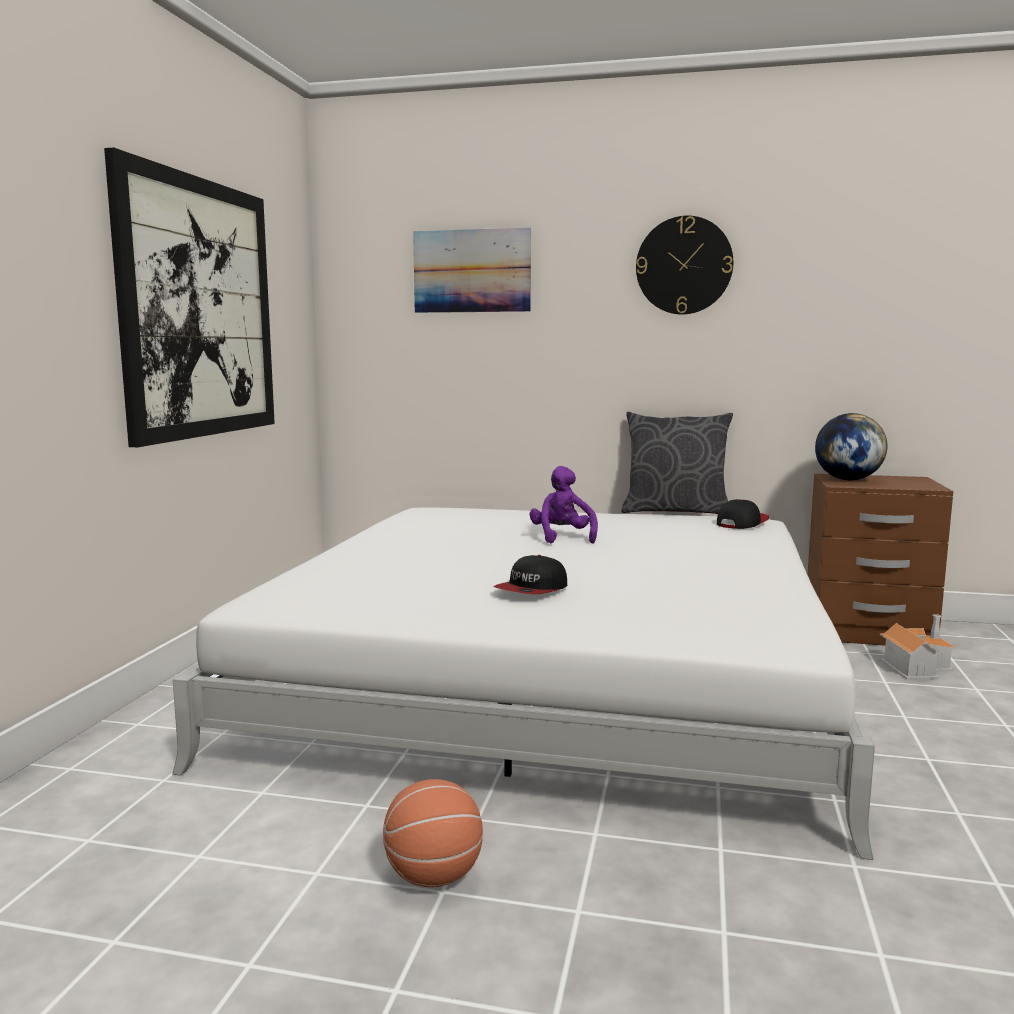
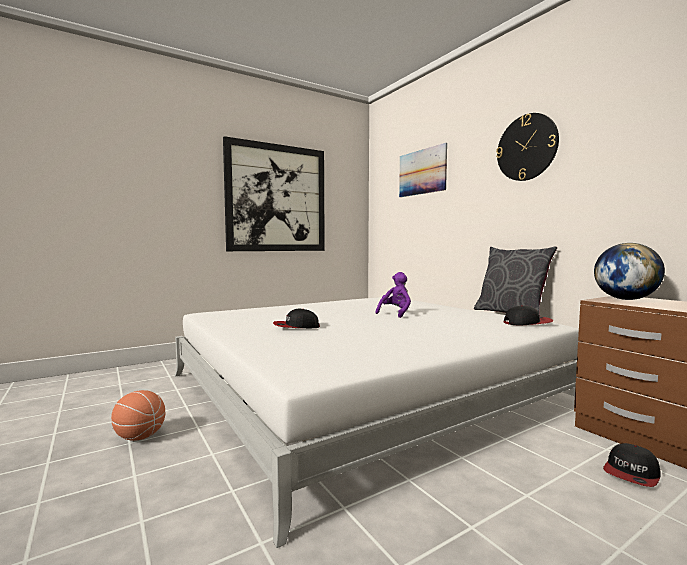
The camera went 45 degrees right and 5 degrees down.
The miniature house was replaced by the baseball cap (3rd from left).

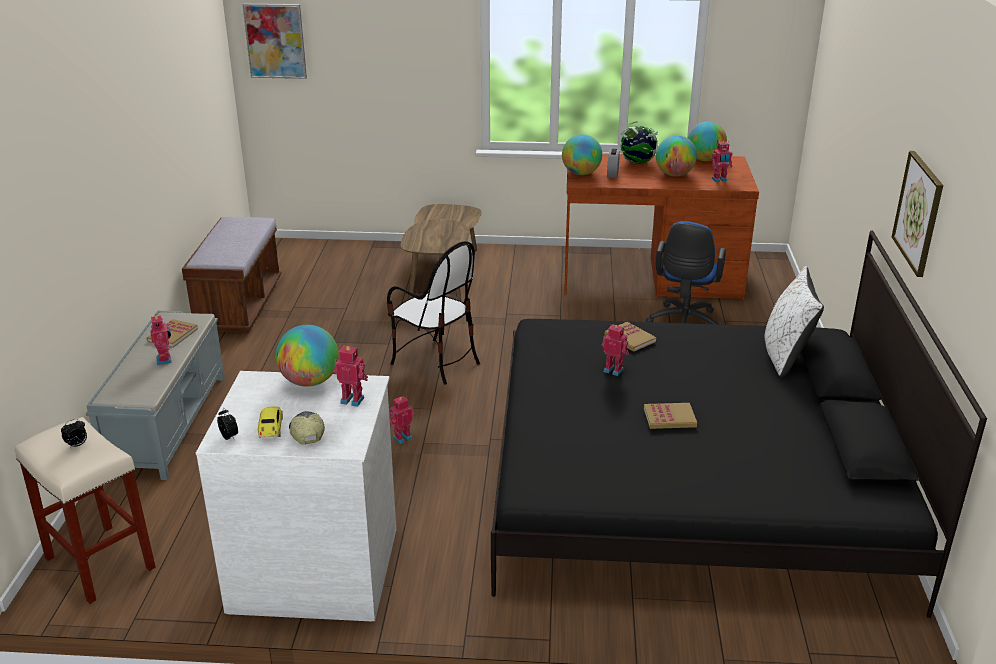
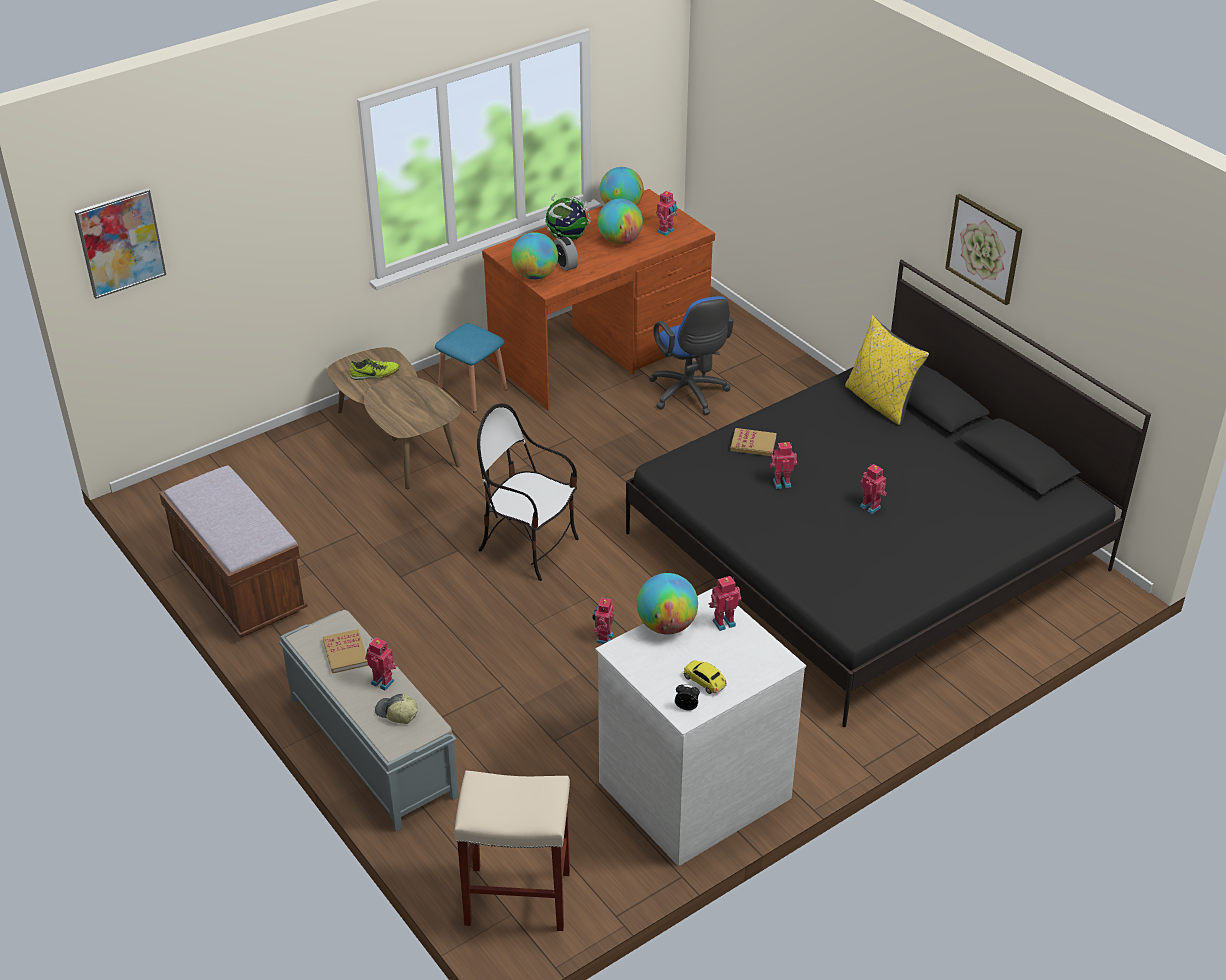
The camera went 40 degrees left and 10 degrees up.
The table clock (1st from left) disappeared.
The baseball cap moved.
The plain chair turned 150 degrees counterclockwise.
The bound book (3rd from left) was replaced by the model robot (6th from left).
The whitish pillow became the yellowish pillow.
The shoe appeared.
The blue stool seat appeared.

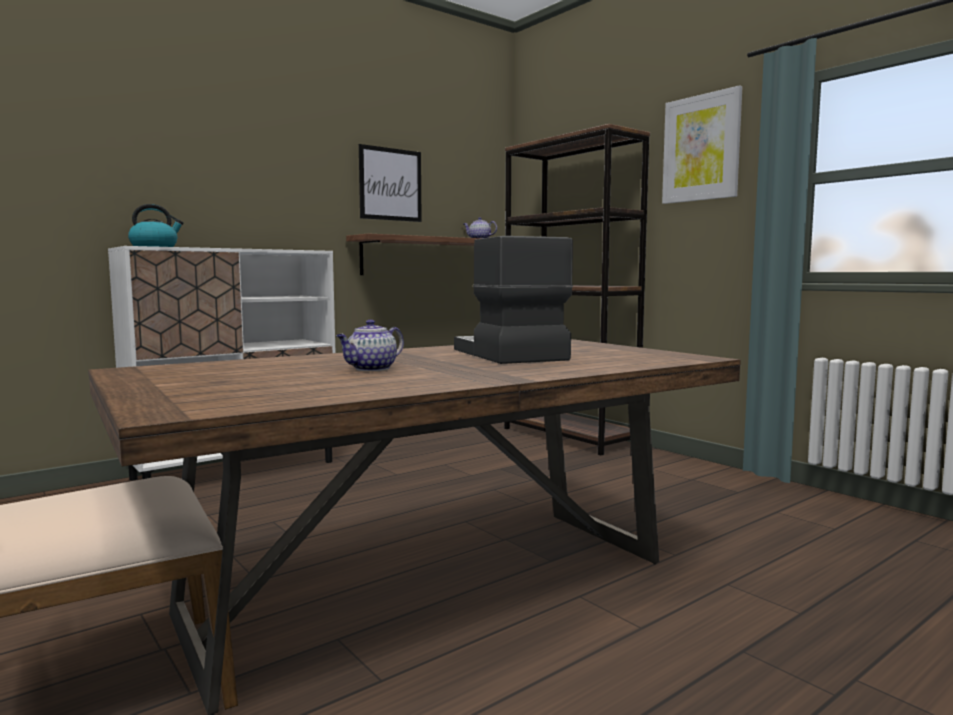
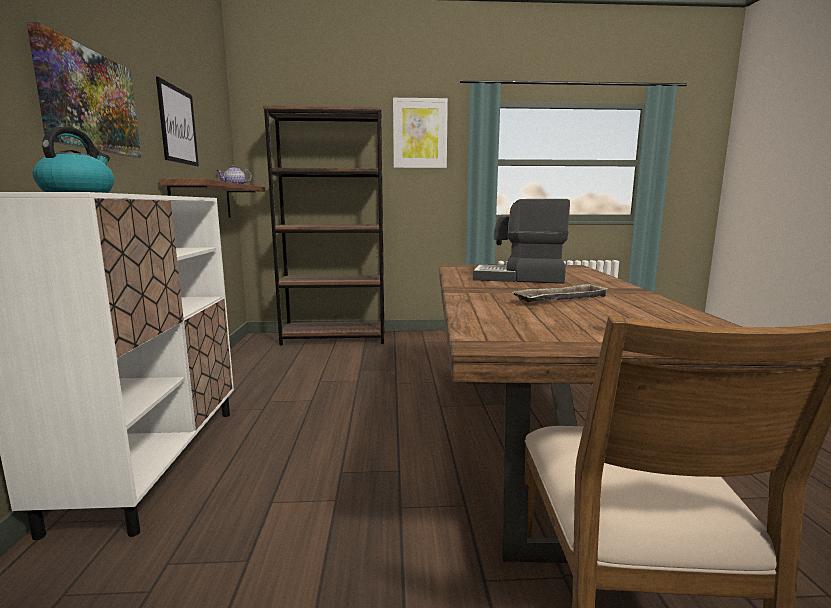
The camera went 55 degrees left and 5 degrees up.
The teapot (1st from left) was replaced by the carrying tray.
The wall picture (1st from left) appeared.

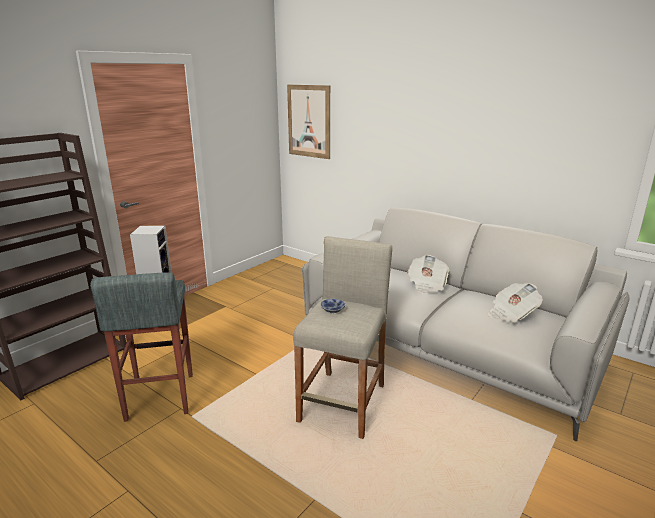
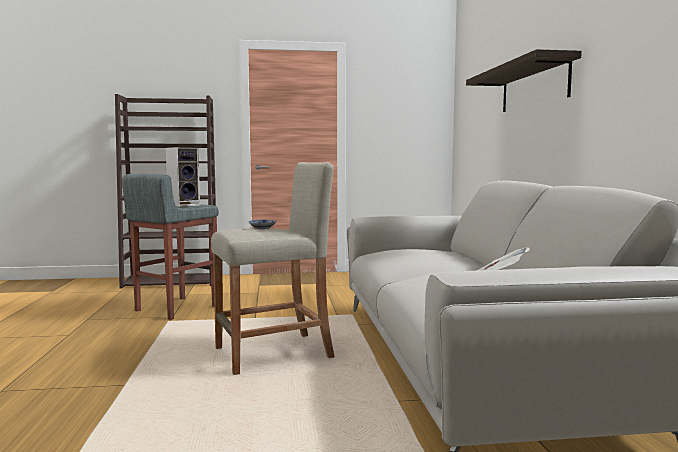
The camera went 45 degrees right and 15 degrees down.
The wall picture disappeared.
The daily paper (1st from left) disappeared.
The wall shelf appeared.

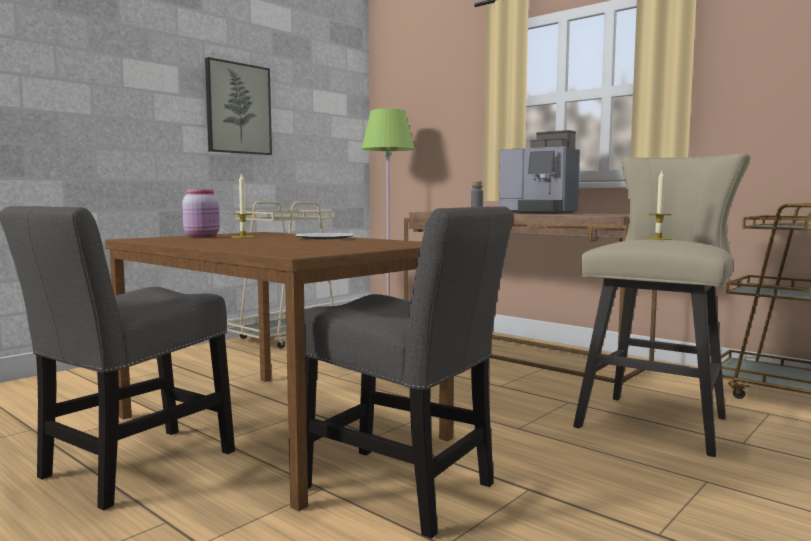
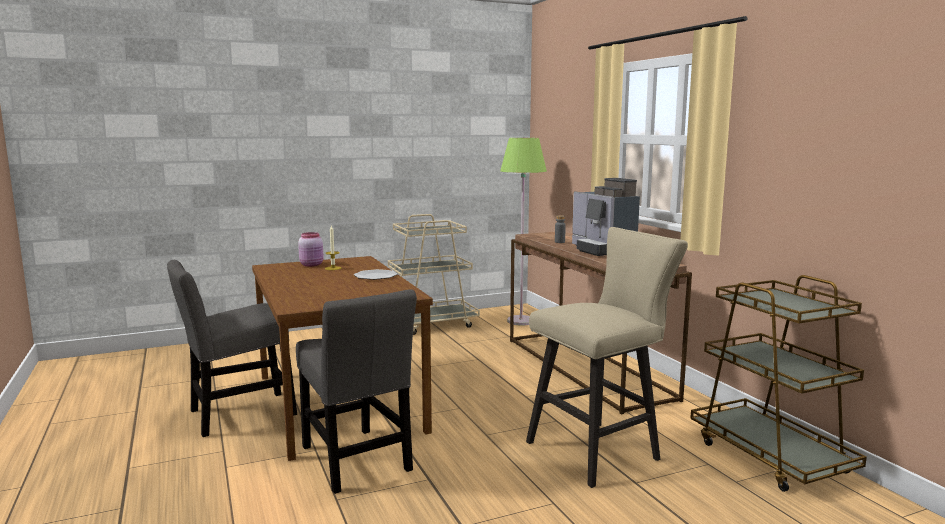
The camera went 25 degrees right and 5 degrees up.
The wall picture disappeared.
The wax candle (2nd from left) disappeared.

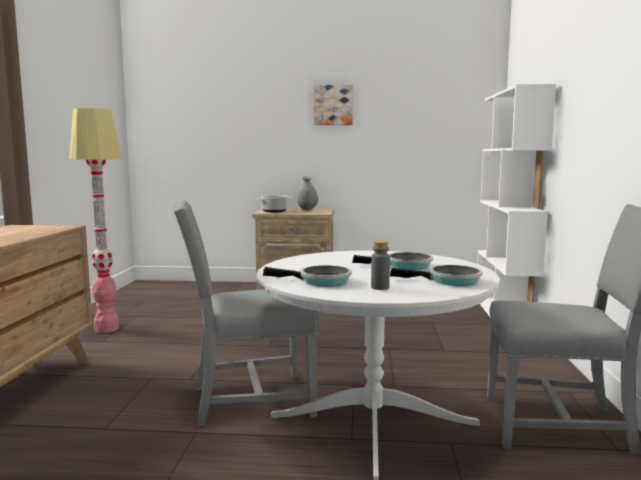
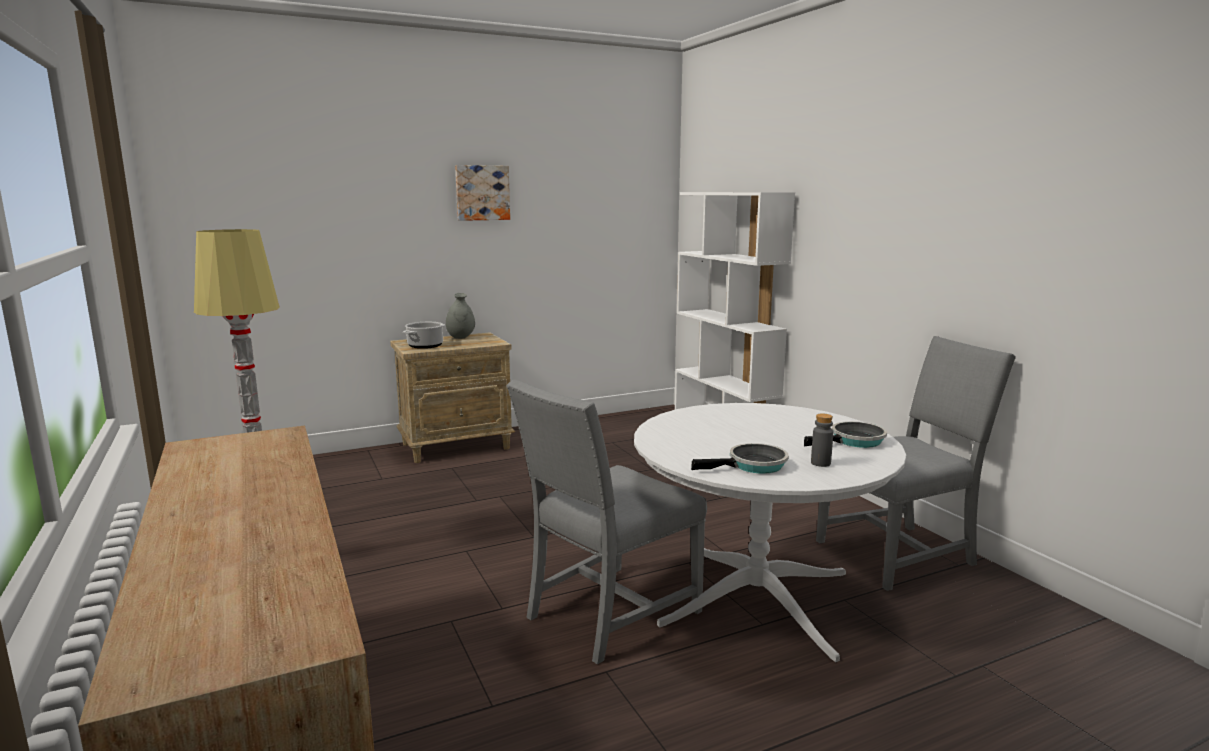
The camera went 30 degrees left and 5 degrees up.
The frying pan (2nd from left) disappeared.

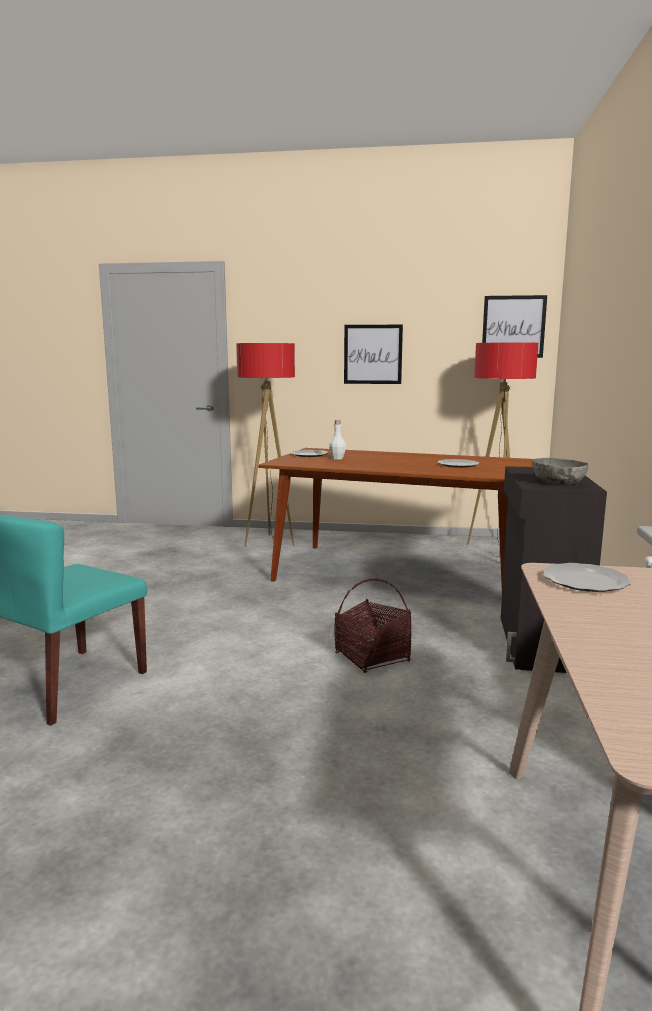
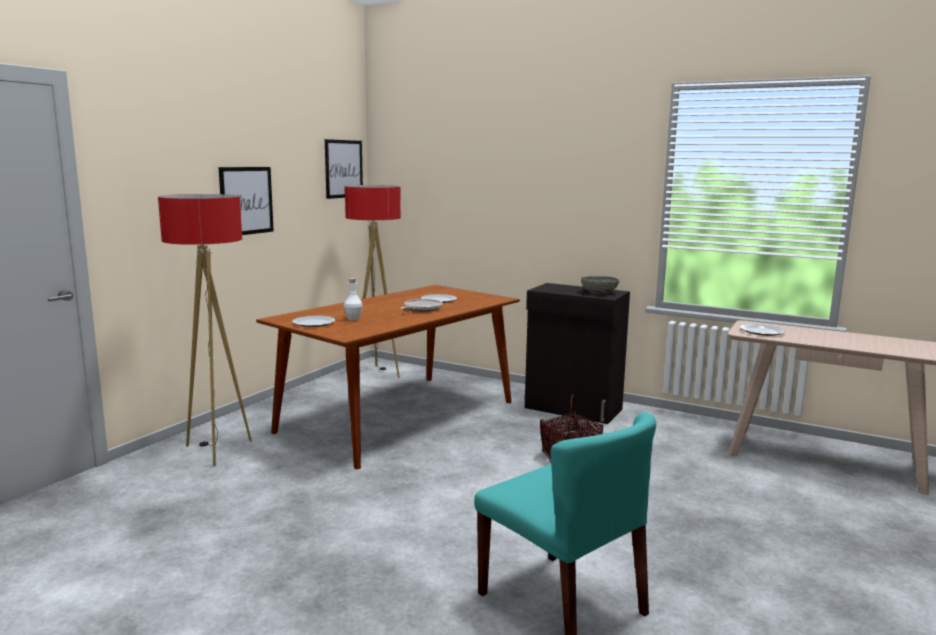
The camera went 70 degrees left and 0 degrees up.
The frying pan appeared.

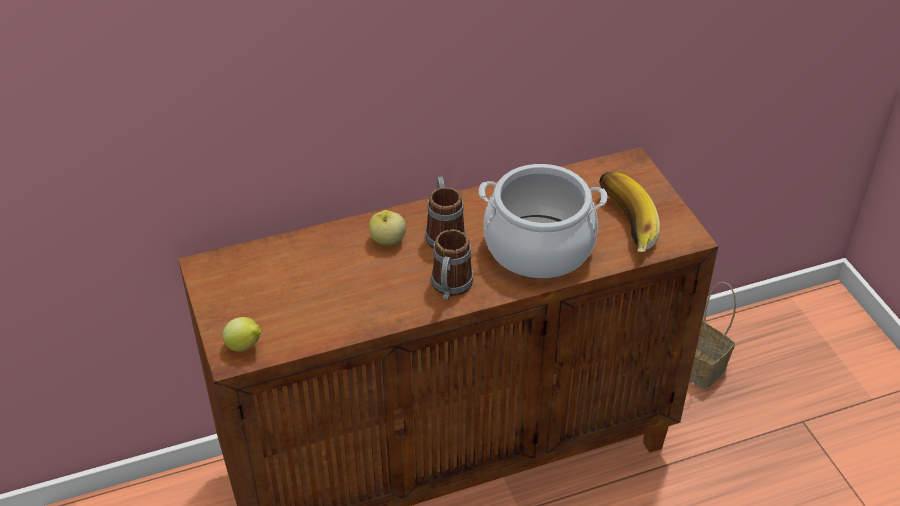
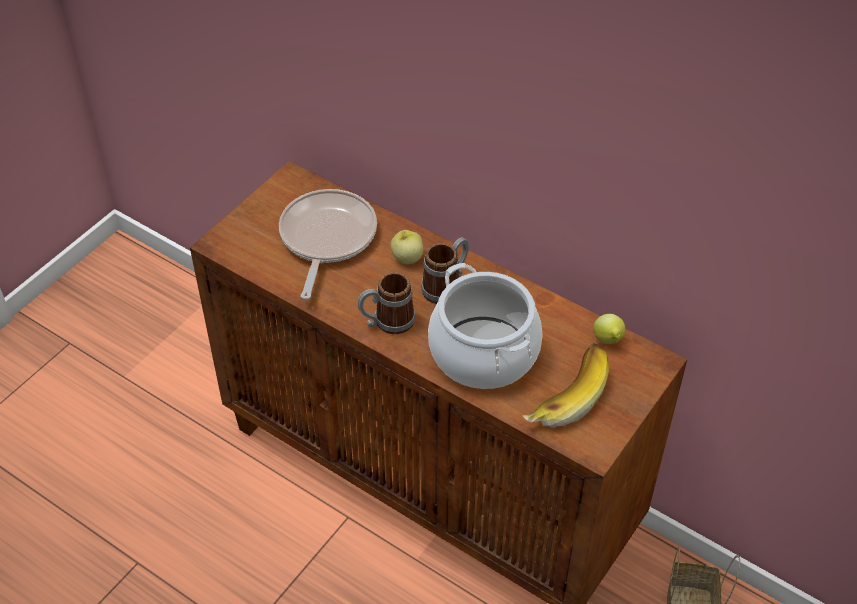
The camera went 55 degrees right and 5 degrees up.
The citrus fruit moved.
The frying pan appeared.

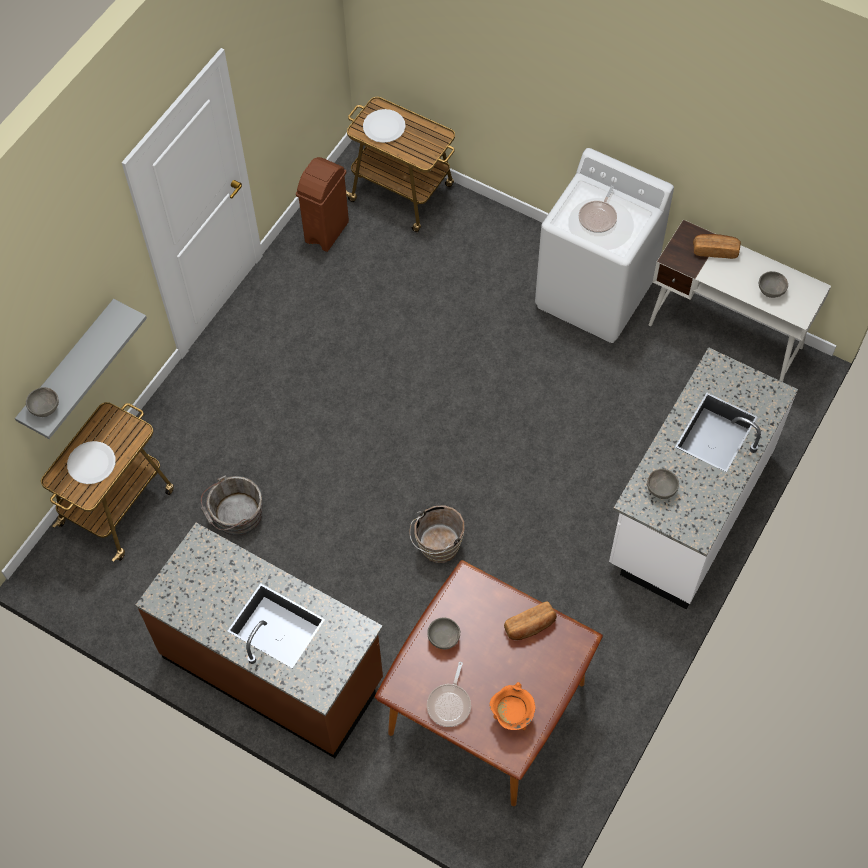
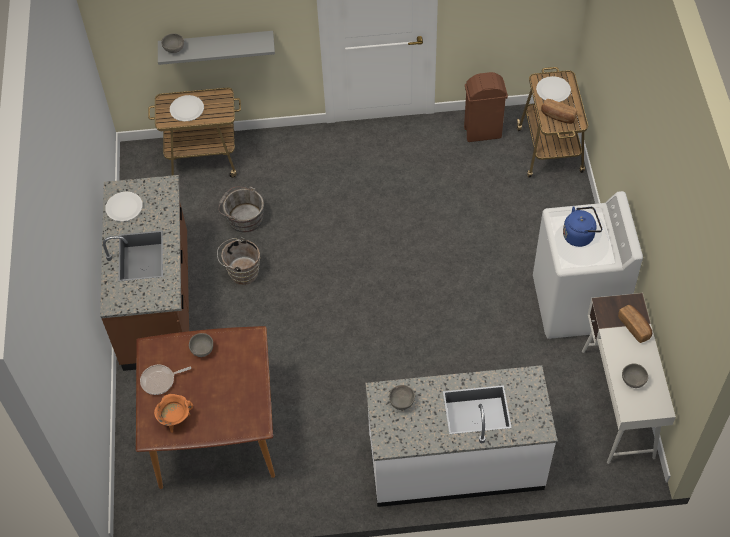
The camera went 55 degrees right and 5 degrees down.
The brownish pail moved.
The bakery bread (1st from left) moved.
The frying pan (2nd from left) was replaced by the blue tea kettle.
The whitish dinner plate (1st from left) appeared.

